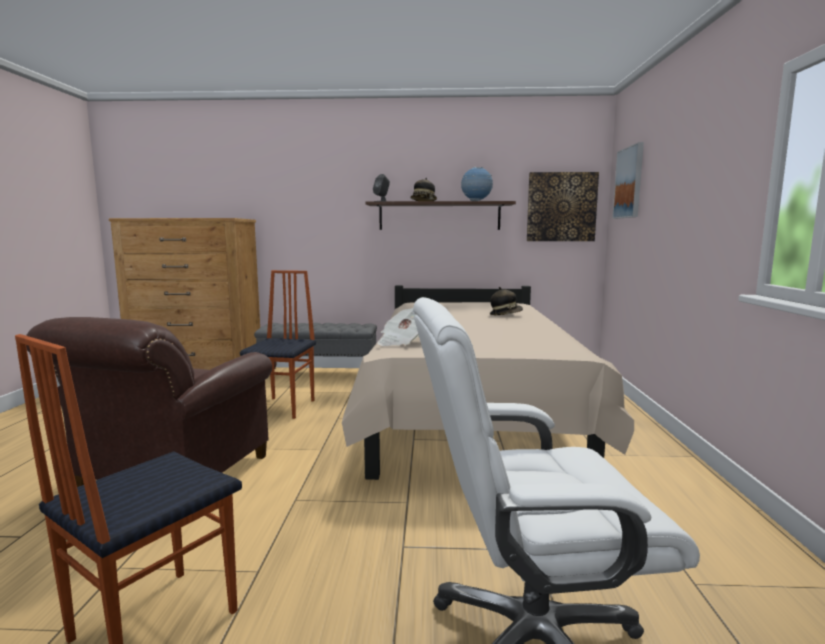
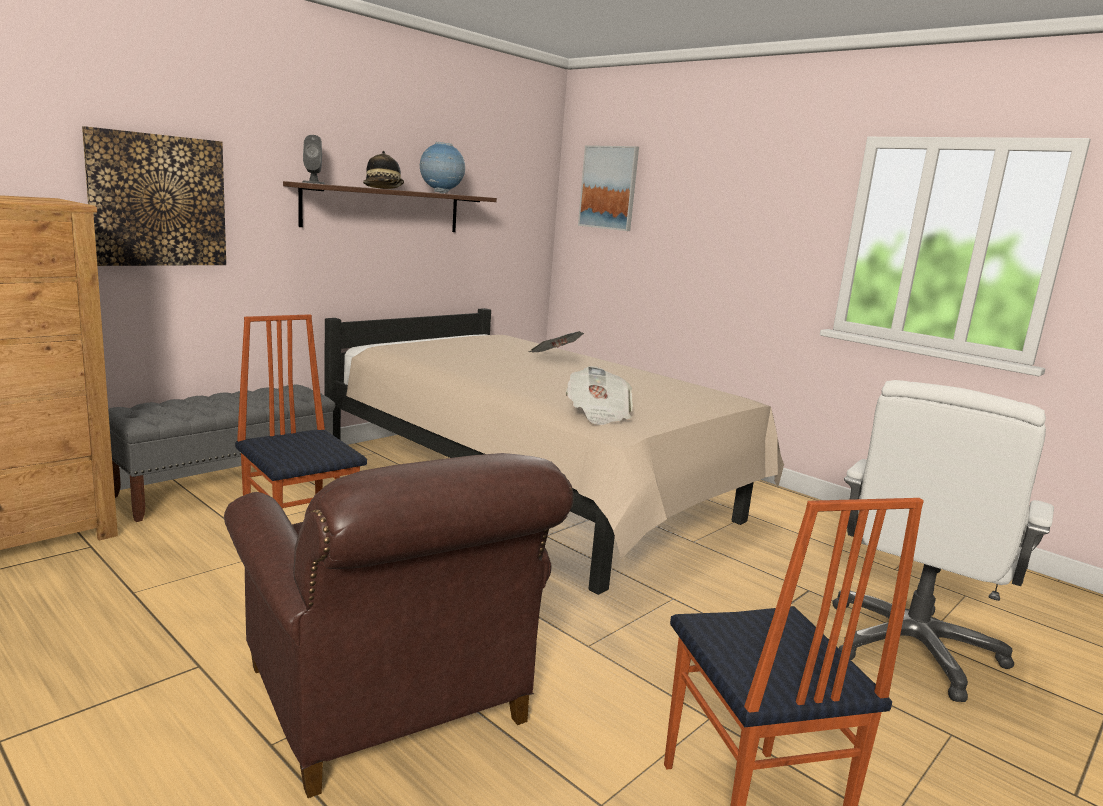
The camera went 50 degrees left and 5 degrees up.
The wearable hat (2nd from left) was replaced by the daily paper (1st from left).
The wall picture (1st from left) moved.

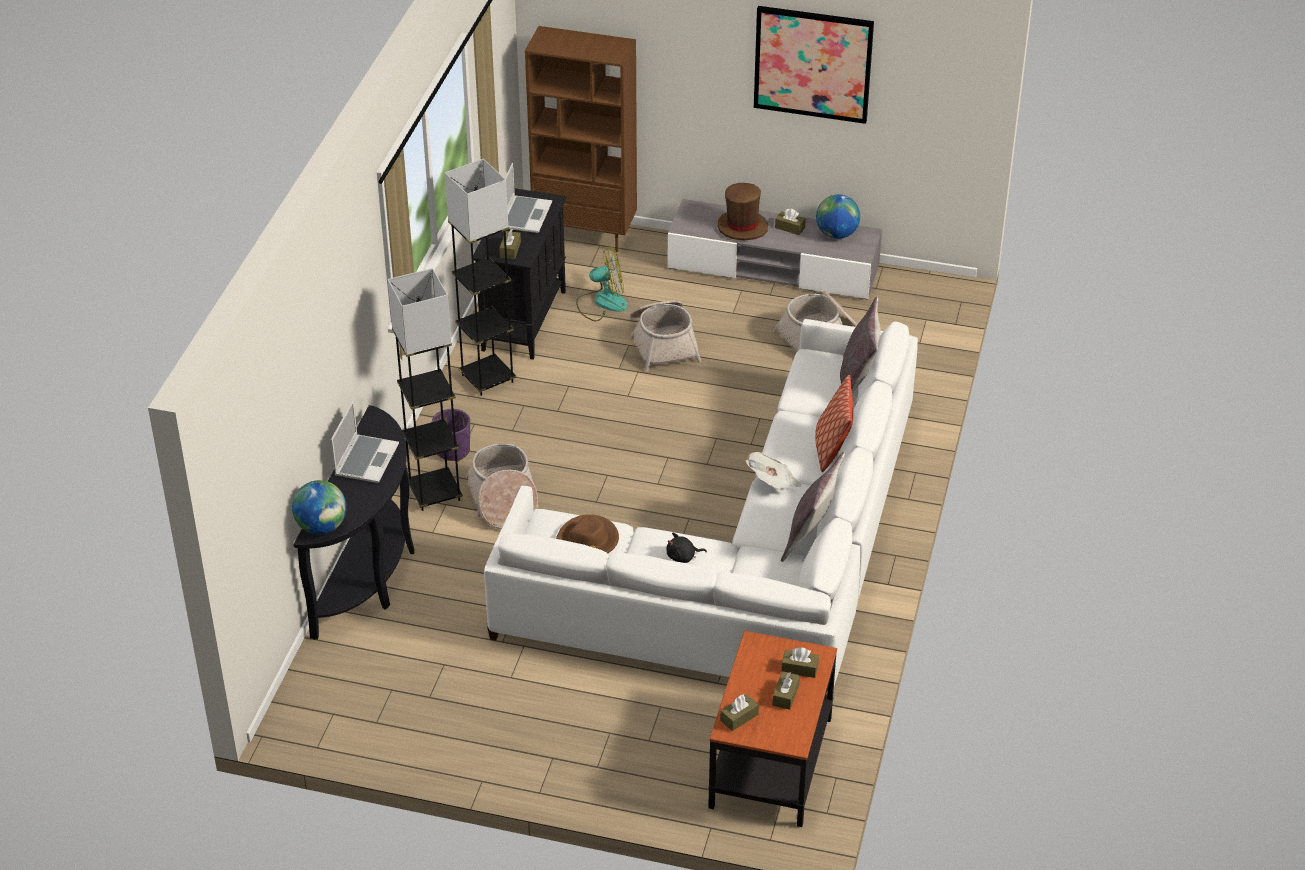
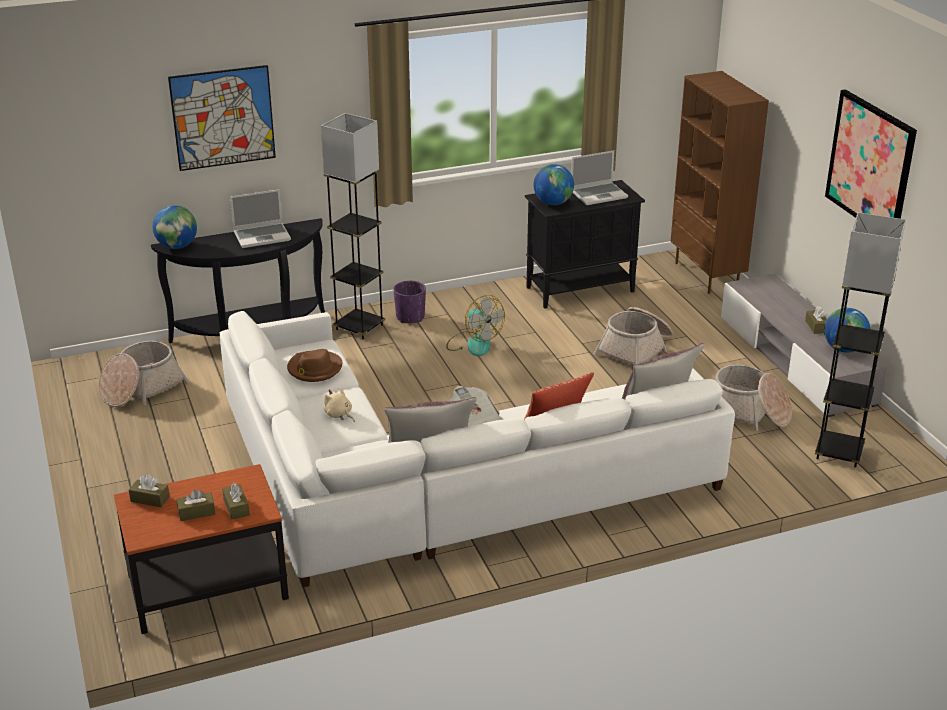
The camera went 55 degrees right and 10 degrees down.
The gray floor lamp (2nd from left) moved.
The storage basket (1st from left) moved.
The brownish tissue holder (1st from left) was replaced by the world globe (2nd from left).
The electric fan moved.
The black-coloured plush toy became the beige-coloured plush toy.
The brownish wearable hat (2nd from left) disappeared.
The wall picture (1st from left) appeared.

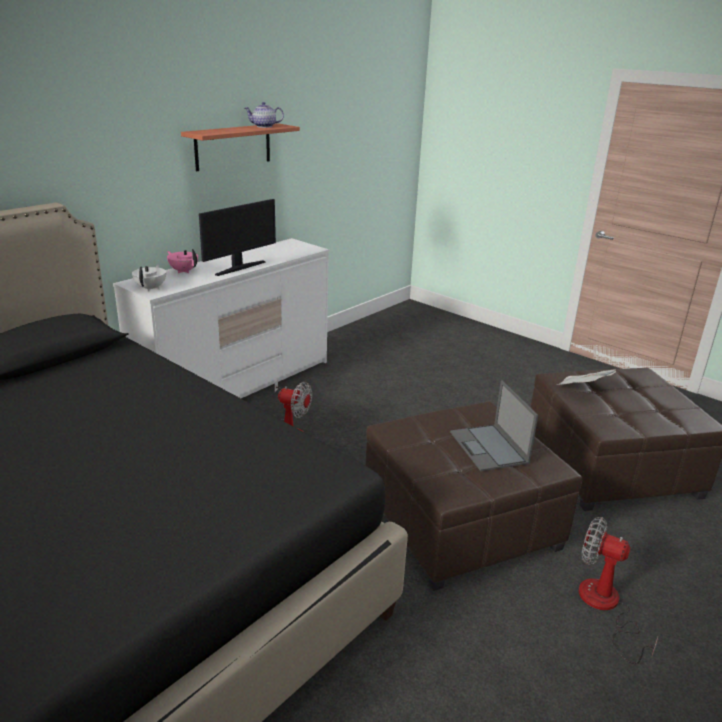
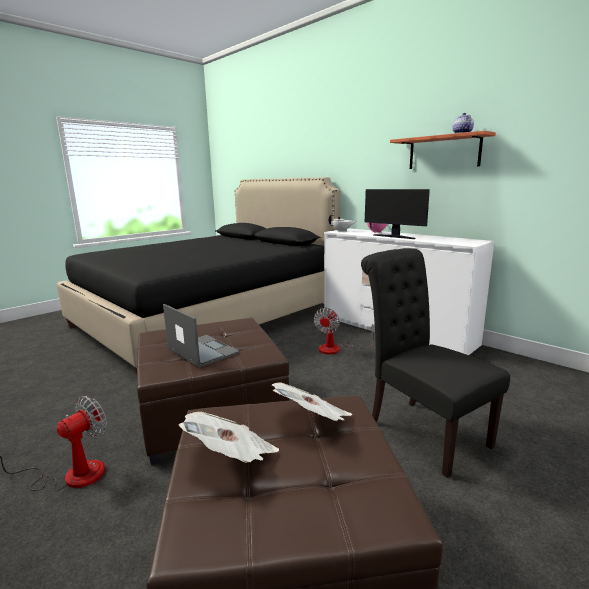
The camera went 95 degrees right and 10 degrees down.
The portable computer turned 60 degrees clockwise.
The daily paper (1st from left) appeared.
The black-coloured plain chair appeared.

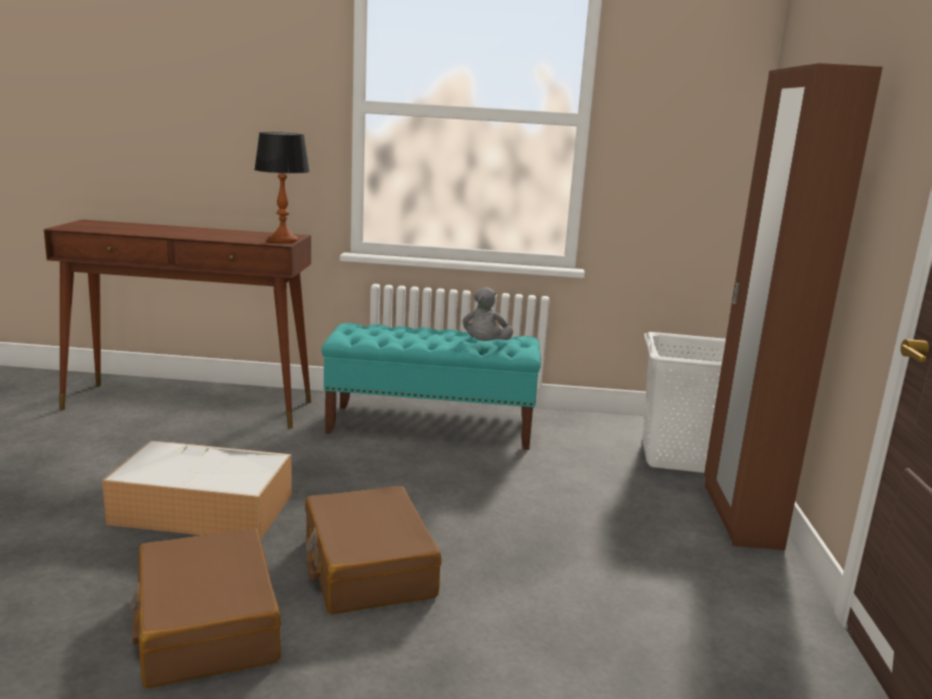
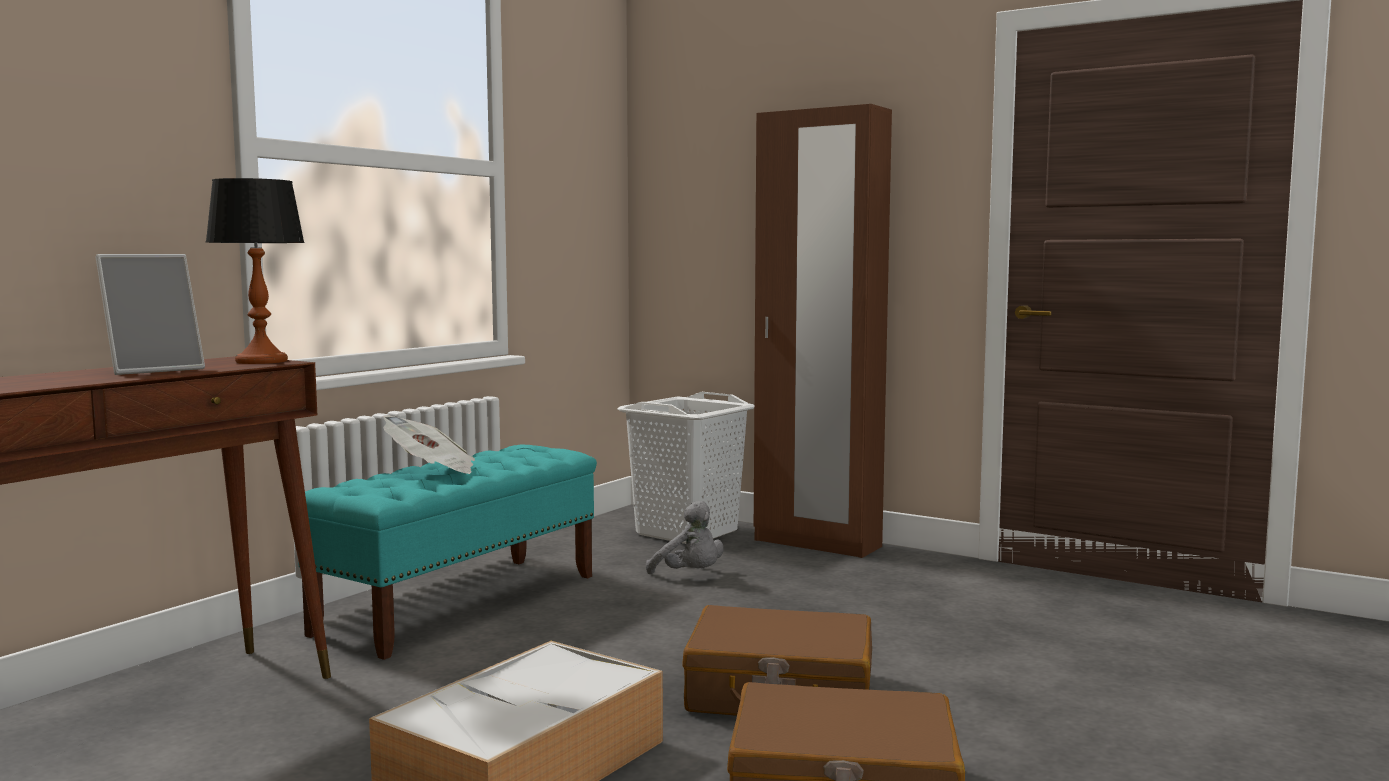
The camera went 60 degrees left and 10 degrees down.
The gray plush toy moved.
The standing frame appeared.
The daily paper appeared.

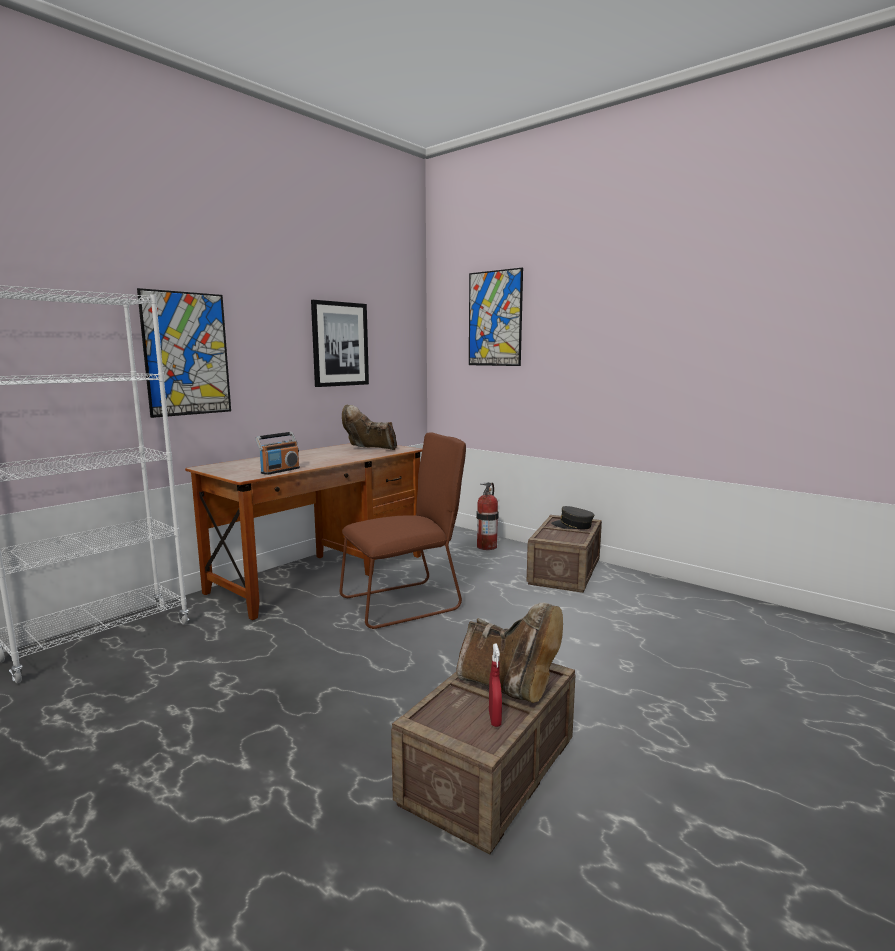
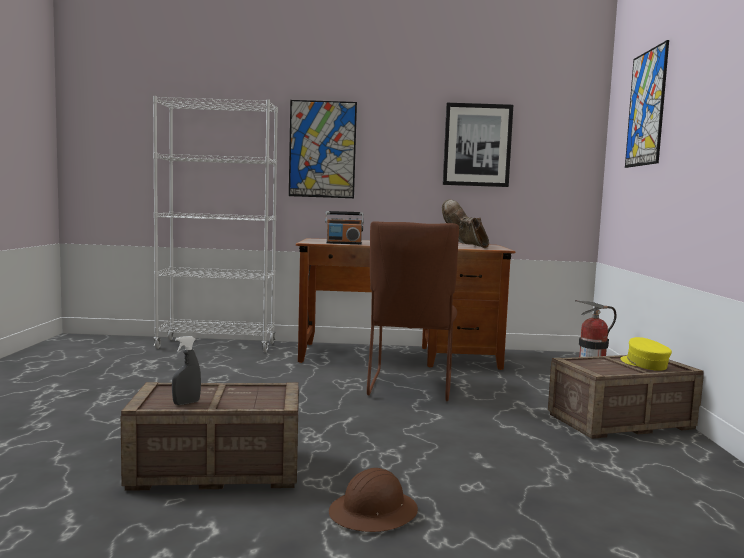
The camera went 50 degrees right and 5 degrees down.
The brownish plain chair turned 75 degrees clockwise.
The brownish boot (2nd from left) disappeared.
The red-coloured spray bottle became the gray spray bottle.
The gray baseball cap became the yellowish baseball cap.
The brownish hard hat appeared.

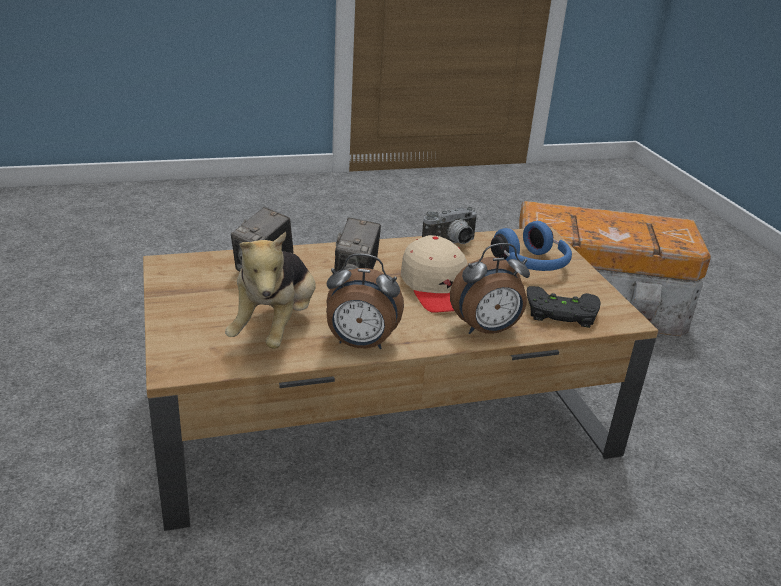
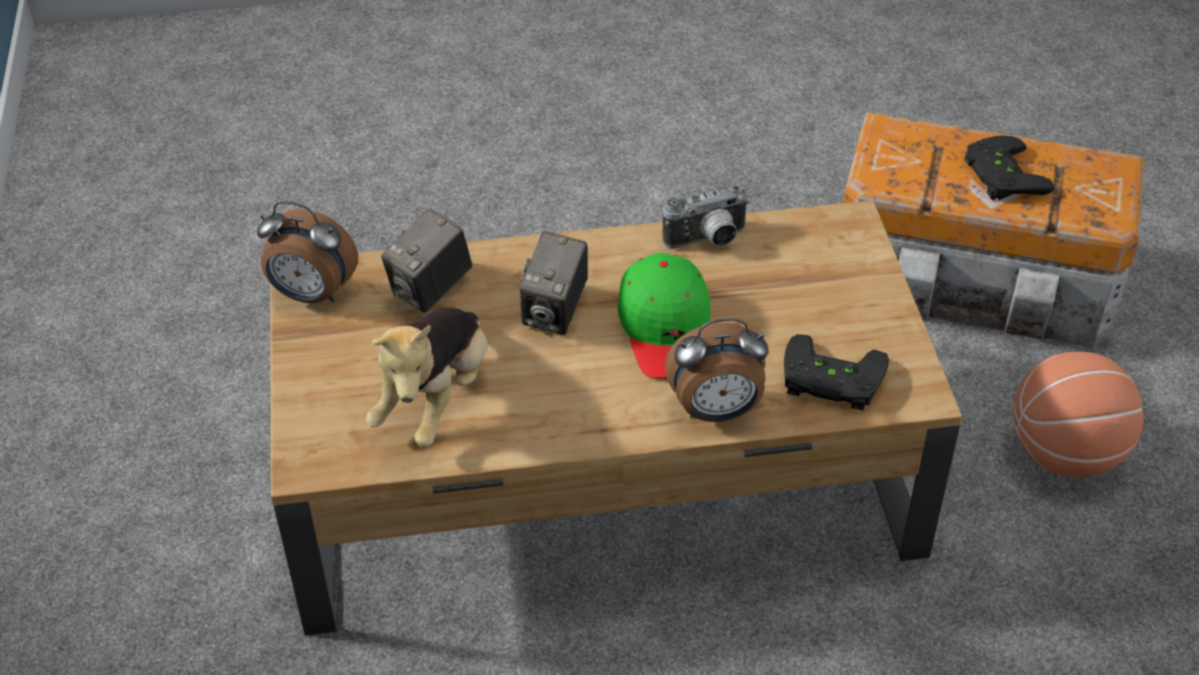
The camera went 10 degrees right and 15 degrees up.
The table clock (1st from left) moved.
The beige-coloured baseball cap became the green baseball cap.
The blue headphones disappeared.
The black-coloured joypad (2nd from left) appeared.
The ball for basketball appeared.

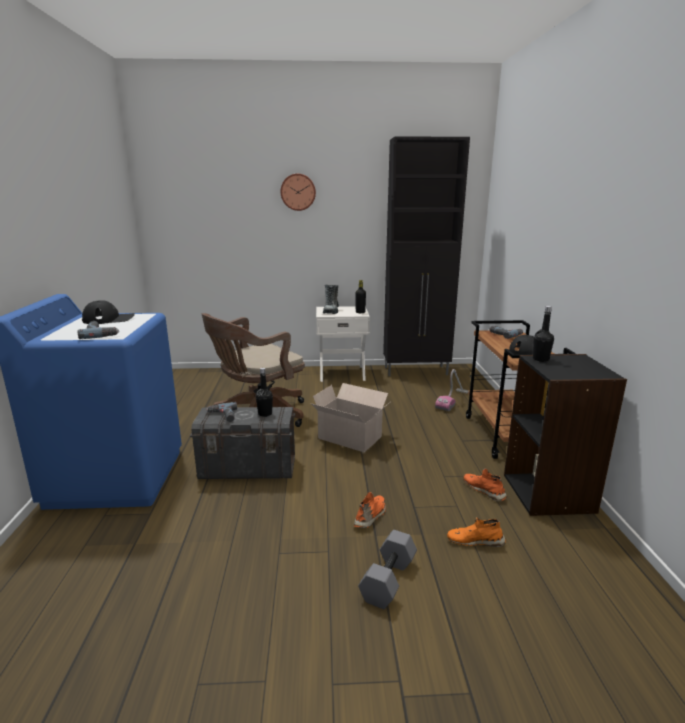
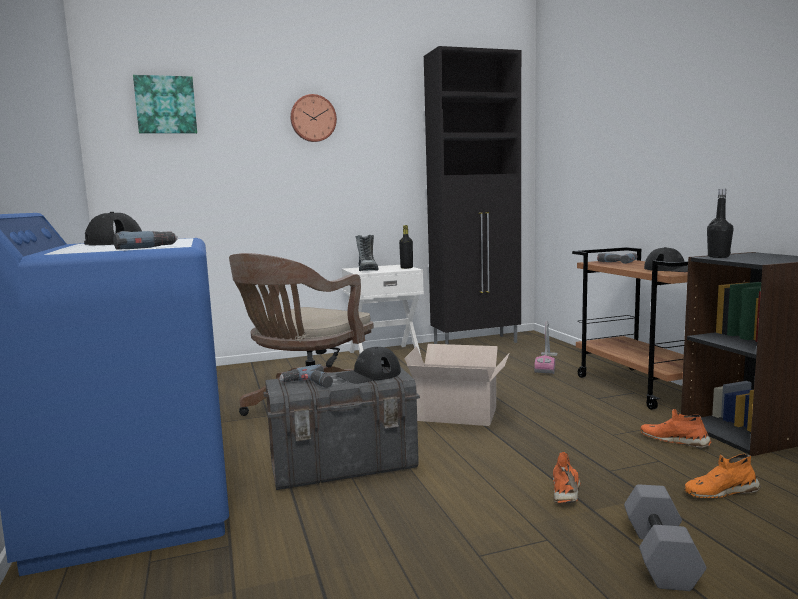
The camera went 15 degrees left and 10 degrees down.
The black-coloured drink bottle (1st from left) was replaced by the black-coloured baseball cap (2nd from left).
The wall picture appeared.

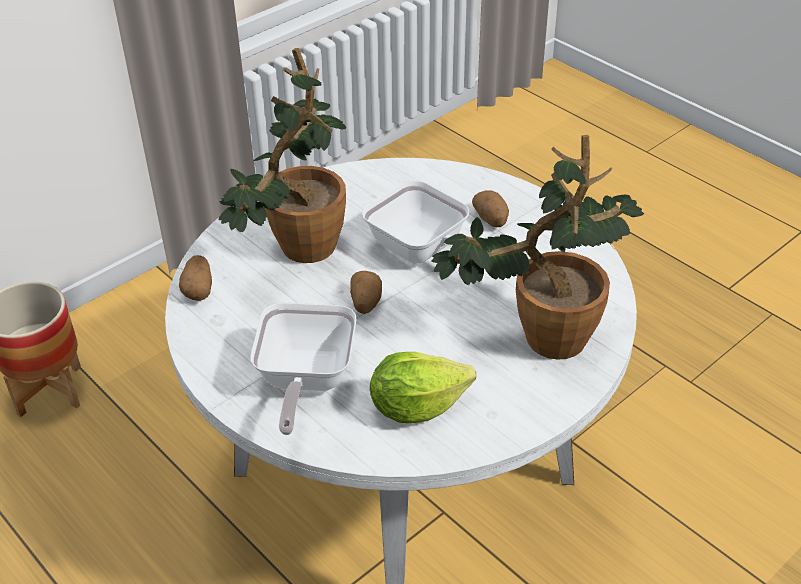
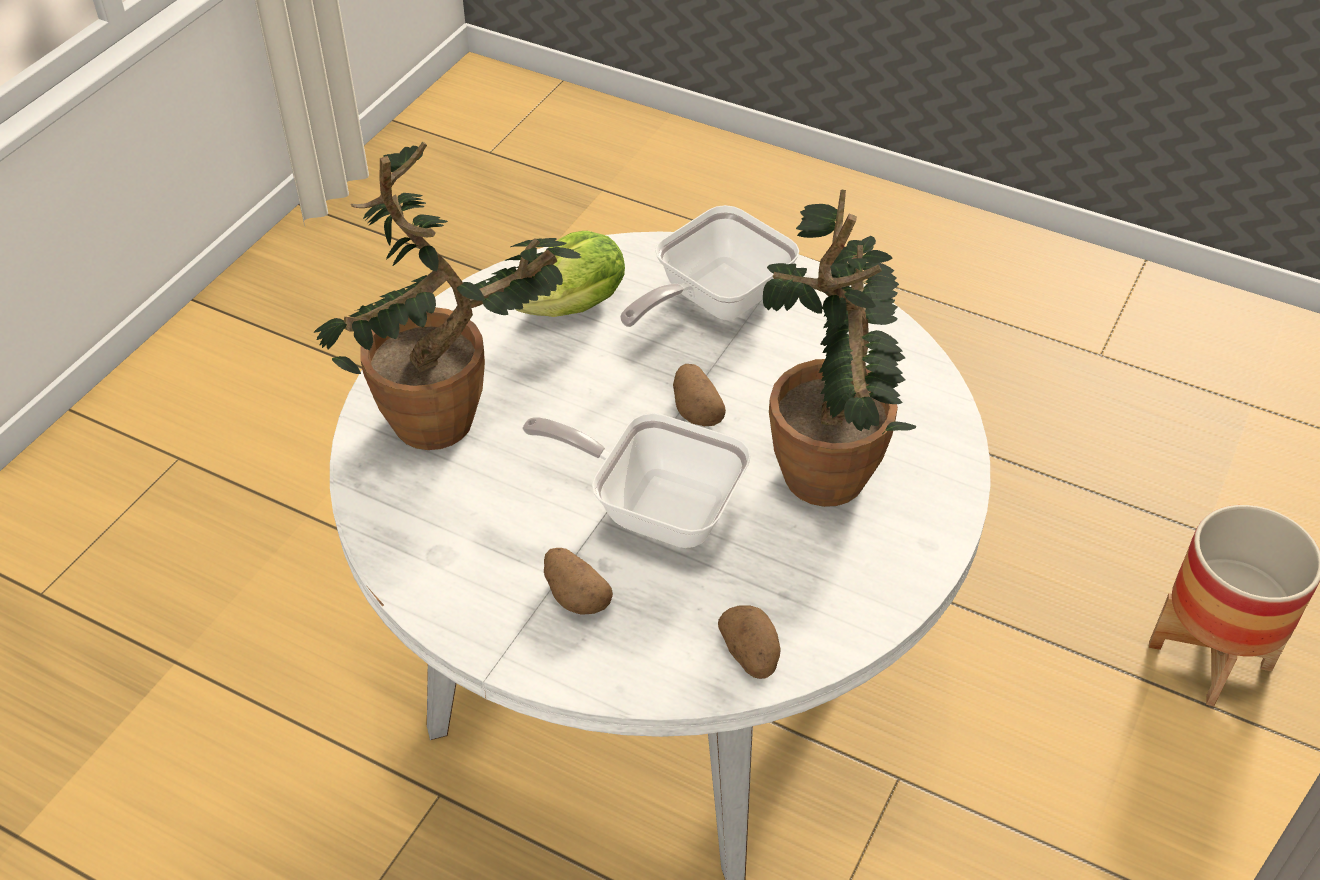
The camera went 160 degrees right and 5 degrees up.
The whole potato (1st from left in the first image) moved.
The frying pan (1st from left in the first image) turned 120 degrees counterclockwise.

